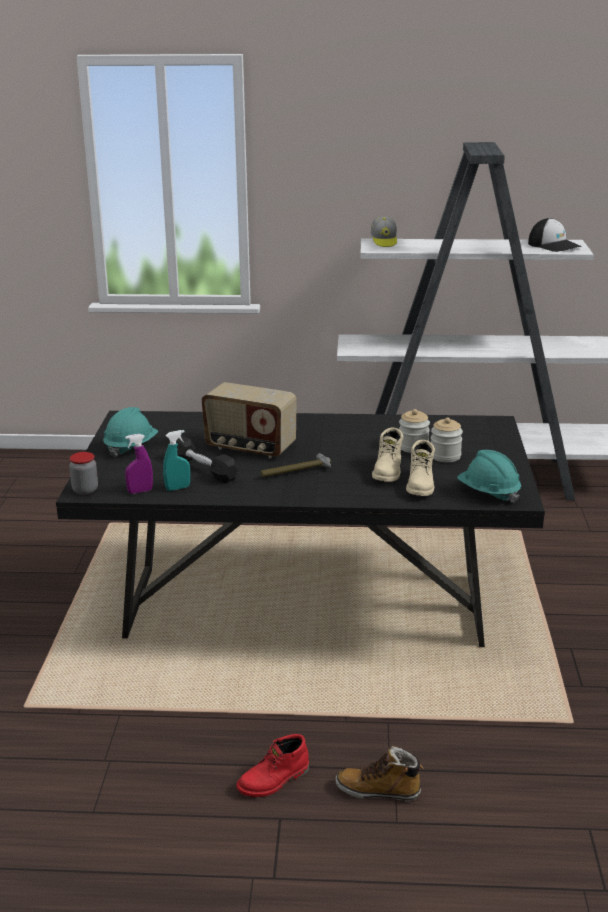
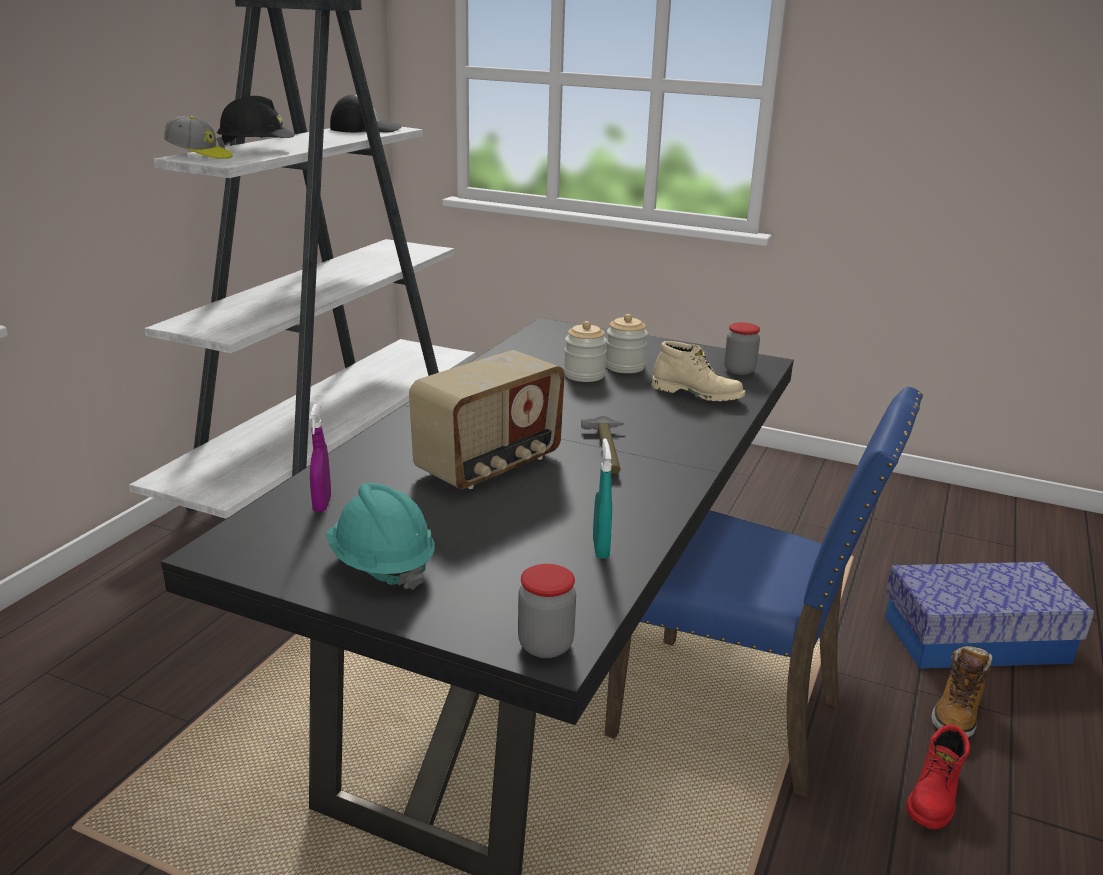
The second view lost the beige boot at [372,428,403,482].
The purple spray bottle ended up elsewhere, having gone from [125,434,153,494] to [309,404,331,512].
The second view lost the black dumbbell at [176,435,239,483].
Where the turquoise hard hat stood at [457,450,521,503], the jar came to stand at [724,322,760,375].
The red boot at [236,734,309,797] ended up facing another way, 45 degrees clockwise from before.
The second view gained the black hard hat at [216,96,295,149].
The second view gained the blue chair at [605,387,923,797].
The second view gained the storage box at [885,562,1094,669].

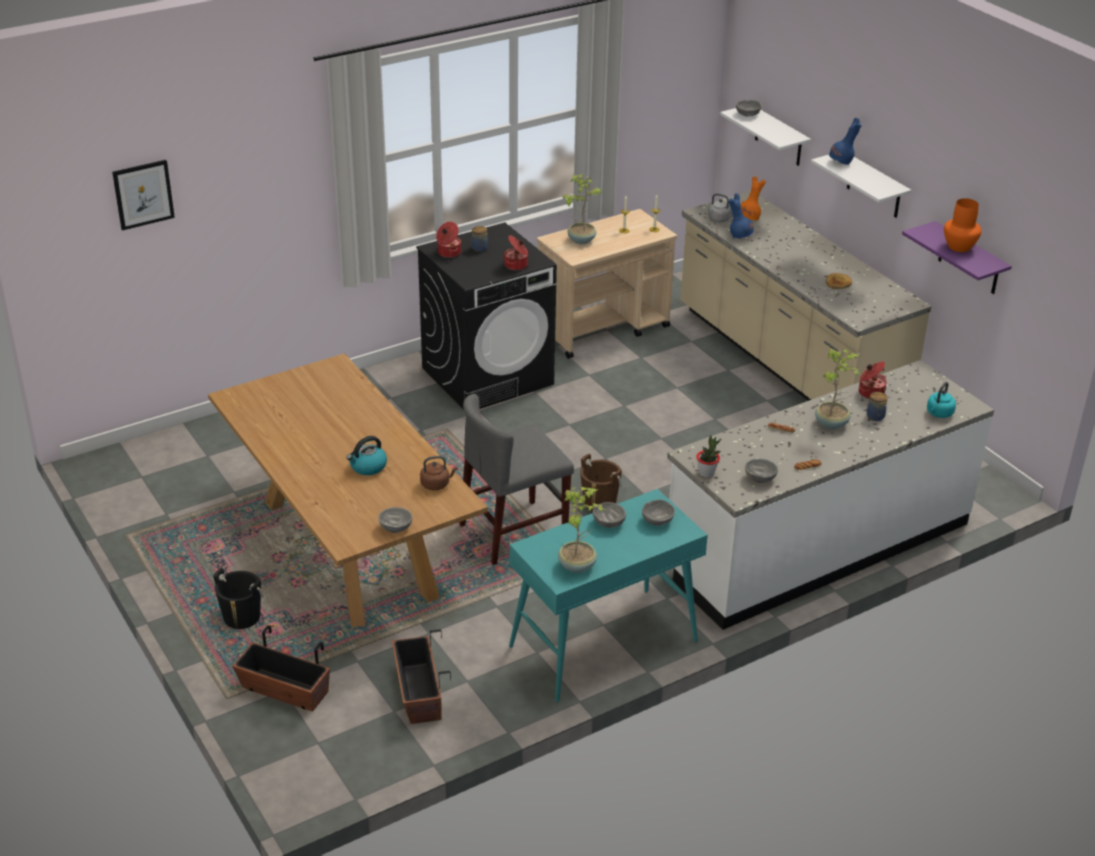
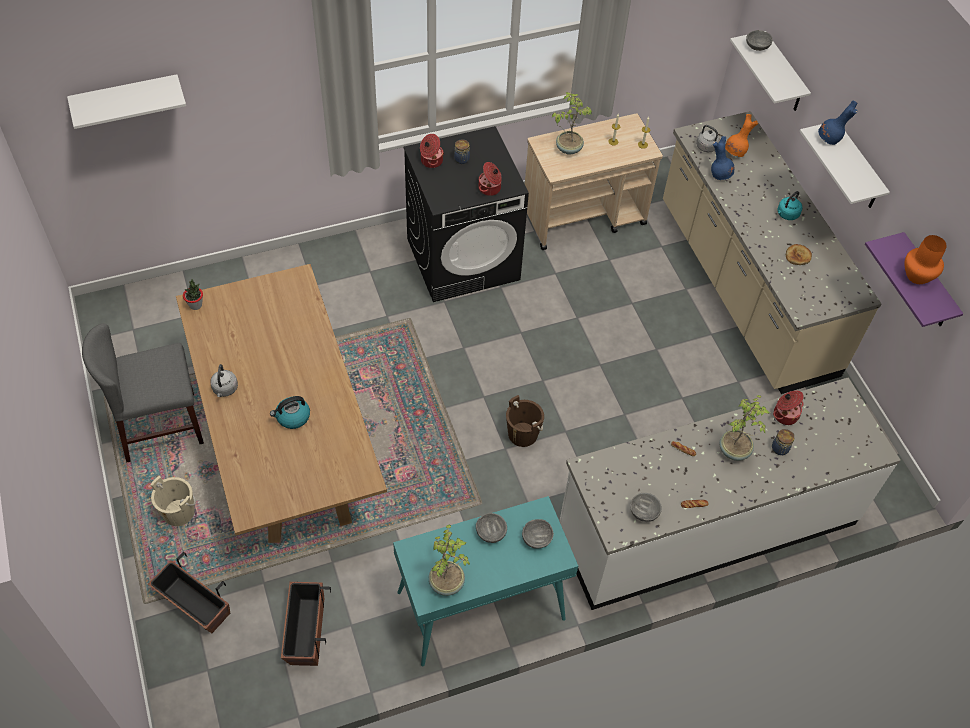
Where the picture hung at [112,160,175,230], the white shelf came to hang at [67,74,186,129].
The turquoise kettle ended up elsewhere, having gone from [927,382,956,418] to [777,191,802,220].
The grey chair ended up elsewhere, having gone from [460,394,574,565] to [82,323,204,463].
The potted plant ended up elsewhere, having gone from [696,435,721,478] to [183,279,203,310].
The second view lost the brown kettle at [420,456,458,490].
The second view lost the grey bowl at [379,507,412,533].
What was the black bucket at [213,568,264,629] turned into the beige bucket at [151,476,196,526].
The second view gained the grey kettle at [210,364,238,397].

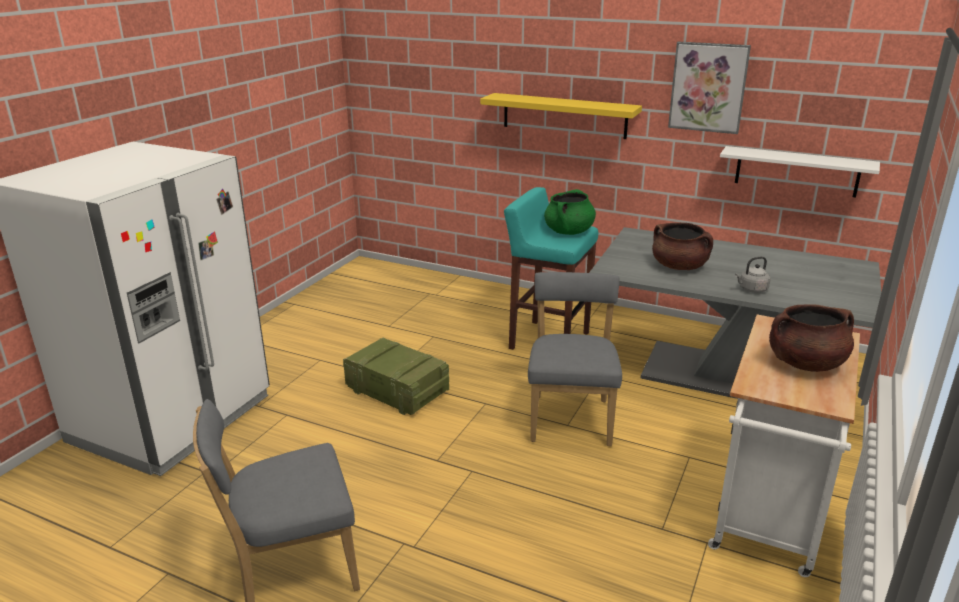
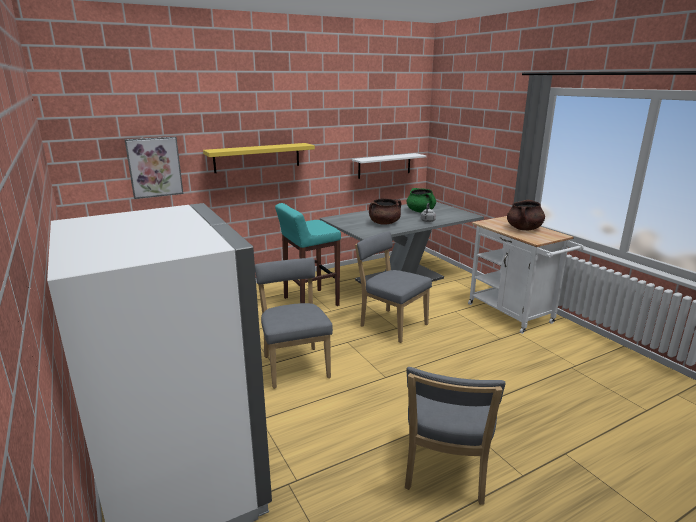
The picture ended up elsewhere, having gone from [668,41,751,134] to [125,137,183,199].
The green cooking pot ended up elsewhere, having gone from [544,189,596,235] to [407,188,436,213].
Where the crate stood at [343,338,449,415], the grey chair came to stand at [255,258,333,389].

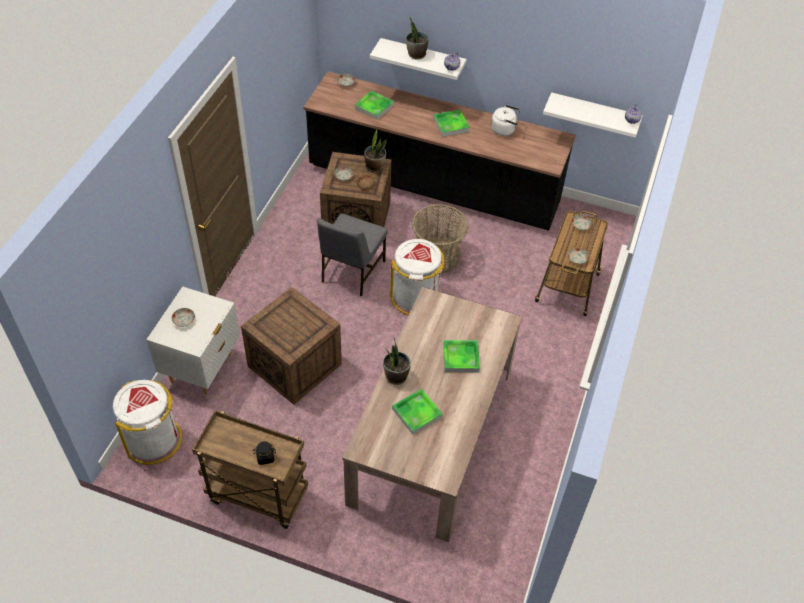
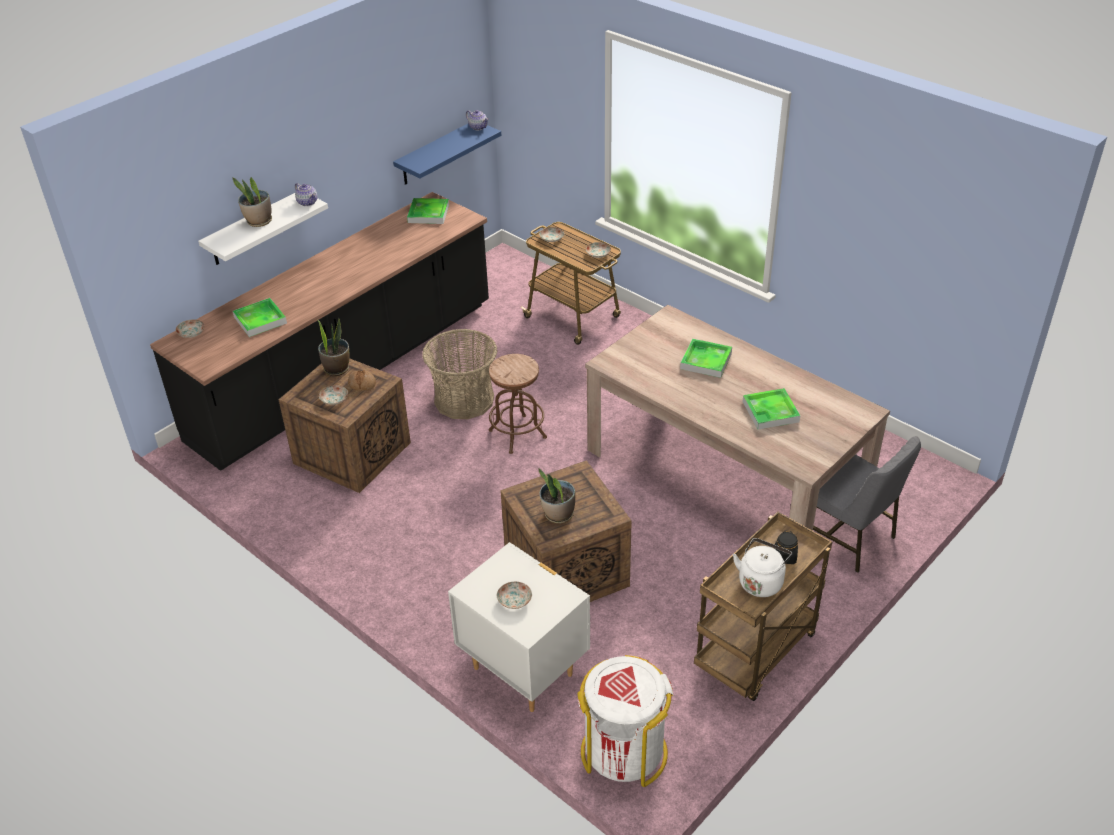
What was the white shelf at [543,92,643,138] turned into the blue shelf at [393,124,501,185].
The white kettle ended up elsewhere, having gone from [491,105,520,136] to [733,538,792,597].
The tray ended up elsewhere, having gone from [433,110,470,137] to [407,198,449,224].
The grey chair ended up elsewhere, having gone from [317,213,387,296] to [813,436,921,573].
Where the white trash can stood at [390,239,444,315], the brown stool came to stand at [489,354,547,454].
The potted plant ended up elsewhere, having gone from [383,338,411,385] to [538,469,575,524].

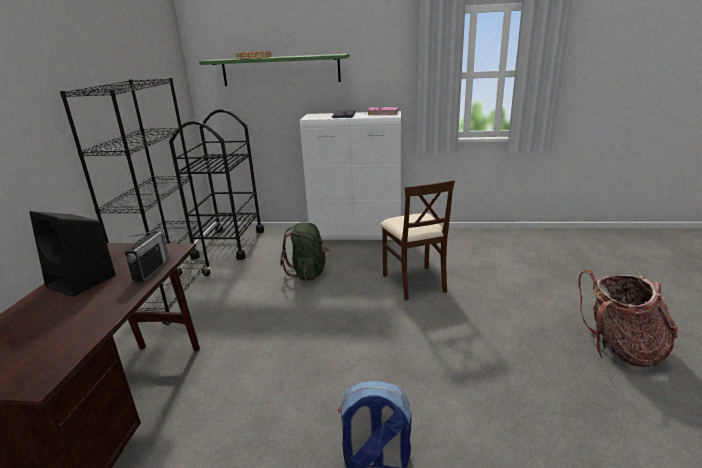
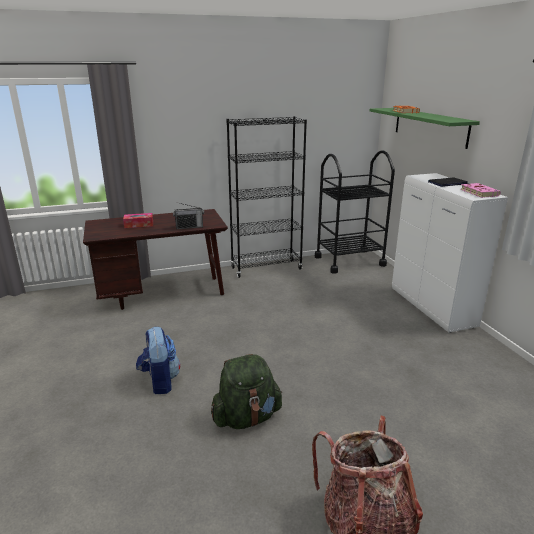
The second view lost the beige chair at [380,180,455,301].
The second view lost the black speaker at [29,211,116,297].
The green backpack ended up elsewhere, having gone from [280,222,329,281] to [211,354,282,429].
The second view gained the tissue box at [123,213,153,228].

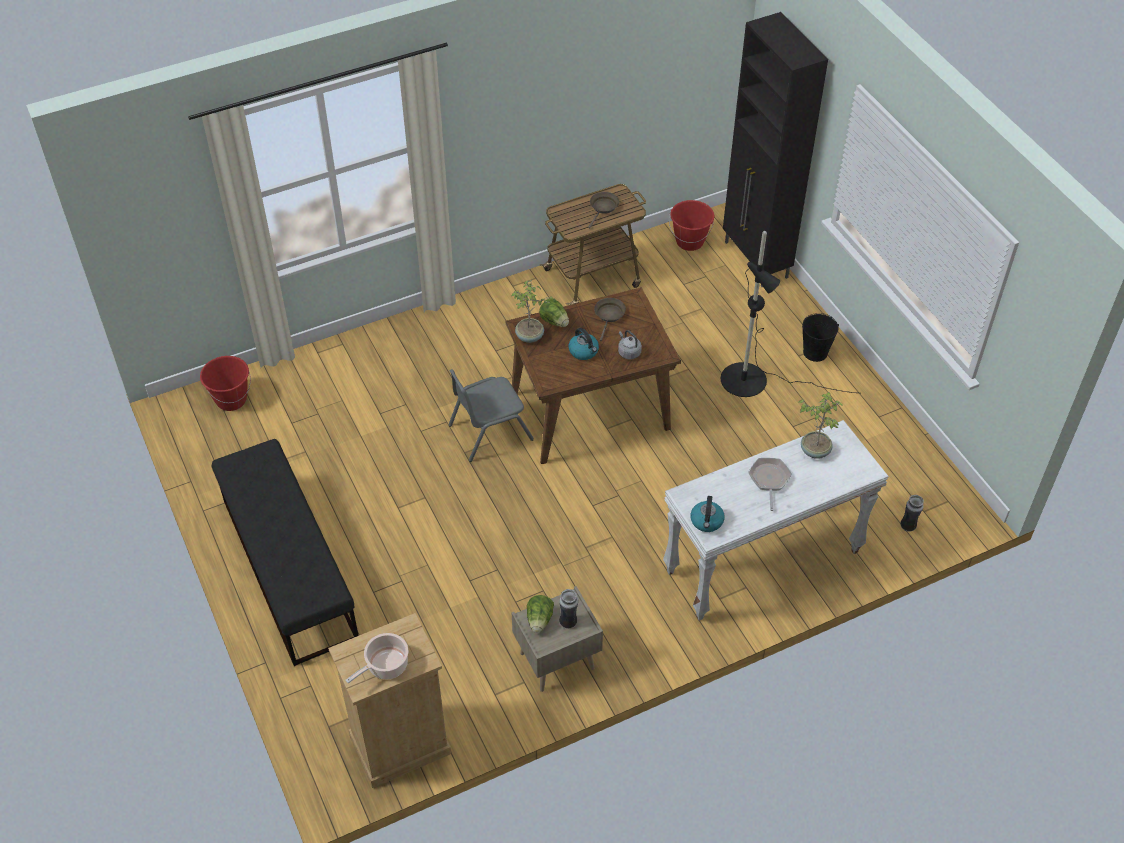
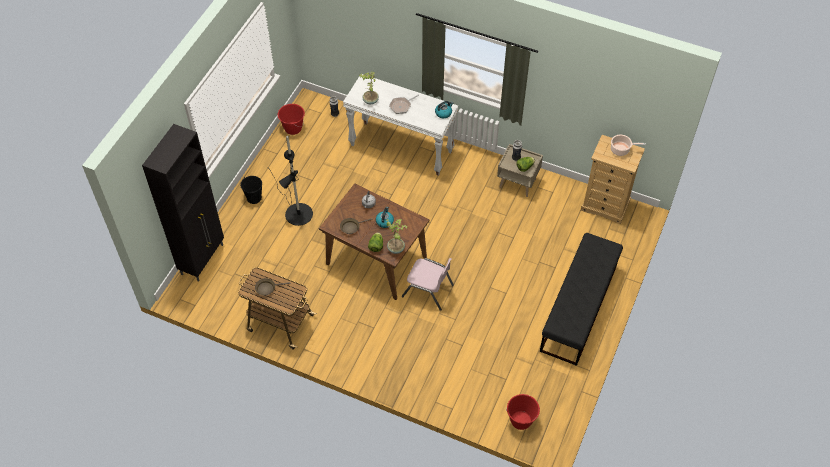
The red bucket ended up elsewhere, having gone from [669,200,714,251] to [278,104,305,135].
What was the grey chair at [448,369,534,462] turned into the pink chair at [402,258,454,311].

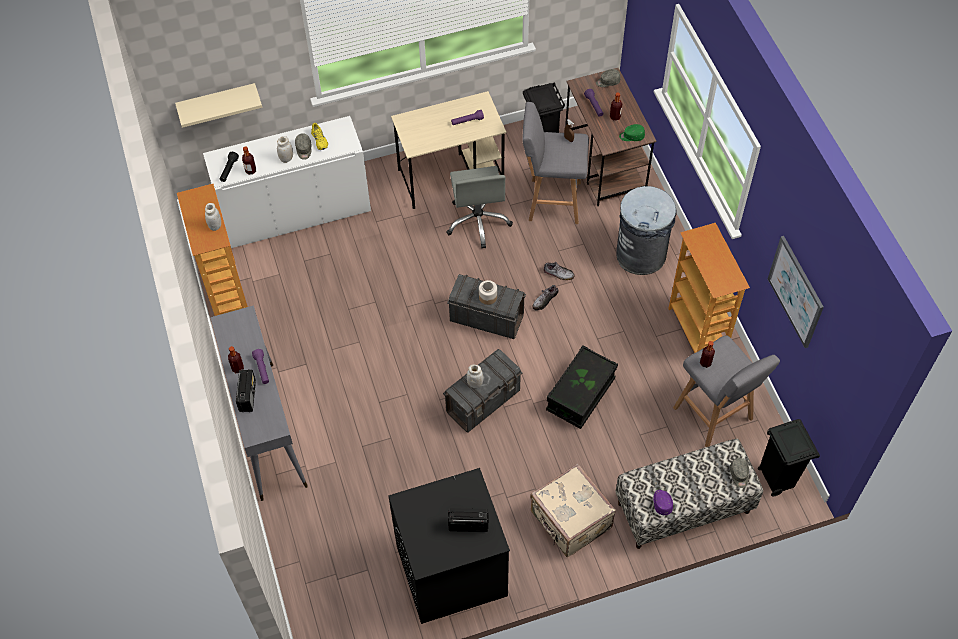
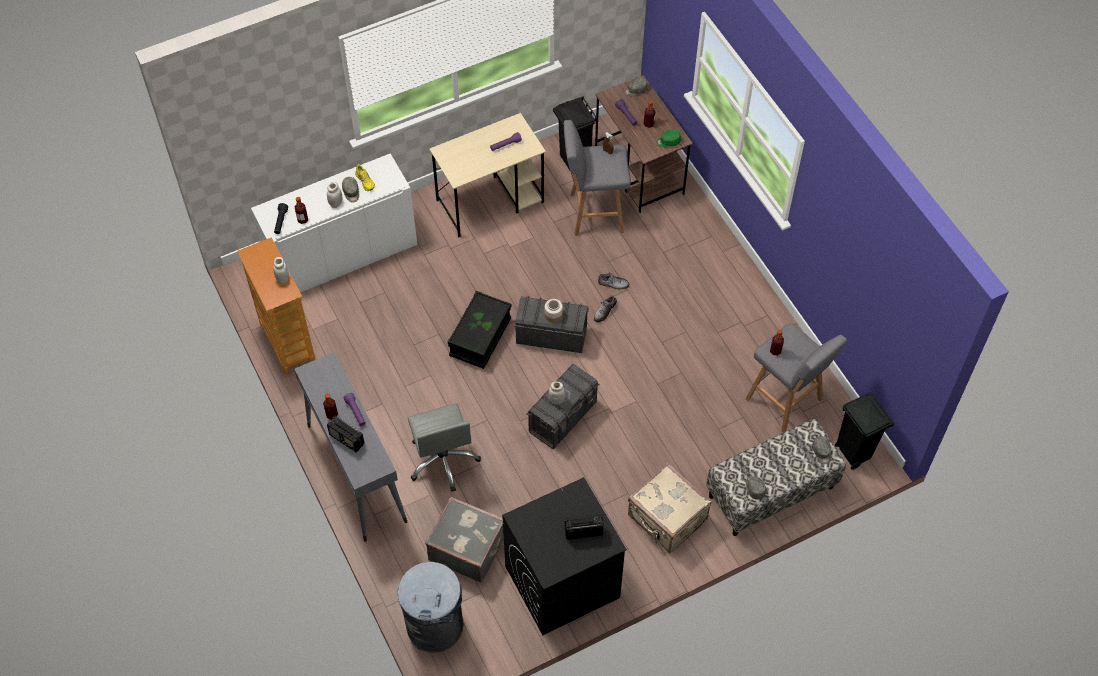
The second view lost the beige shelf at [175,83,262,128].
The grey office chair ended up elsewhere, having gone from [446,166,513,249] to [408,403,481,492].
The grey trash can ended up elsewhere, having gone from [616,186,676,275] to [398,562,463,653].
The second view lost the bookcase at [668,223,750,353].
The second view lost the picture at [768,236,824,348].
The black storage box ended up elsewhere, having gone from [546,345,618,429] to [448,291,511,369].
The radio at [236,369,256,412] ended up facing another way, 135 degrees clockwise from before.
What was the purple cap at [653,490,673,515] turned into the grey cap at [746,476,766,500].
The second view gained the grey suitcase at [426,497,504,583].

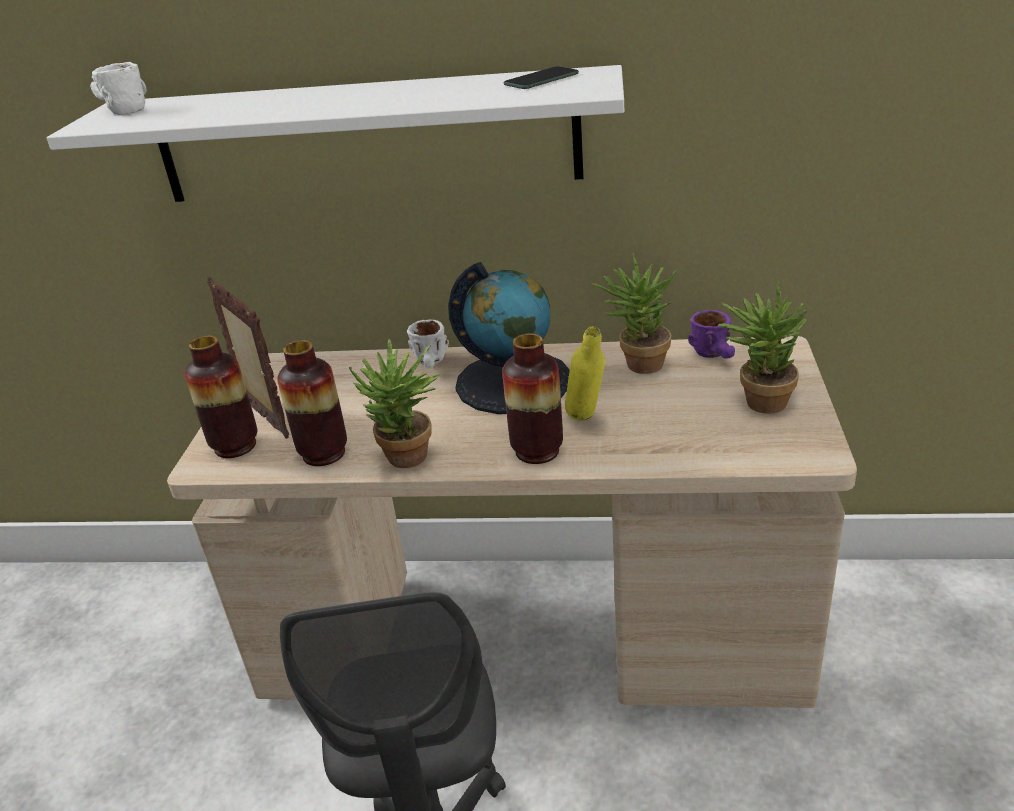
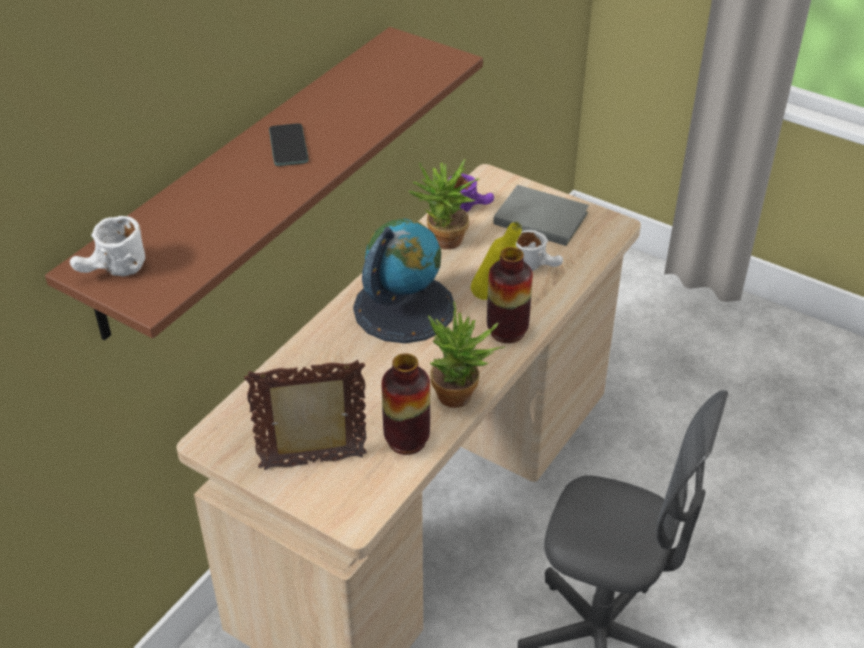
What was the white shelf at [46,65,624,202] turned into the brown shelf at [45,27,483,340].
The phone ended up elsewhere, having gone from [504,66,579,89] to [269,123,309,166].
Where the potted plant stood at [718,280,808,414], the grey book came to stand at [493,185,589,246].
The white mug ended up elsewhere, having gone from [407,320,449,368] to [516,230,563,271].
The second view lost the vase at [185,336,258,458].

